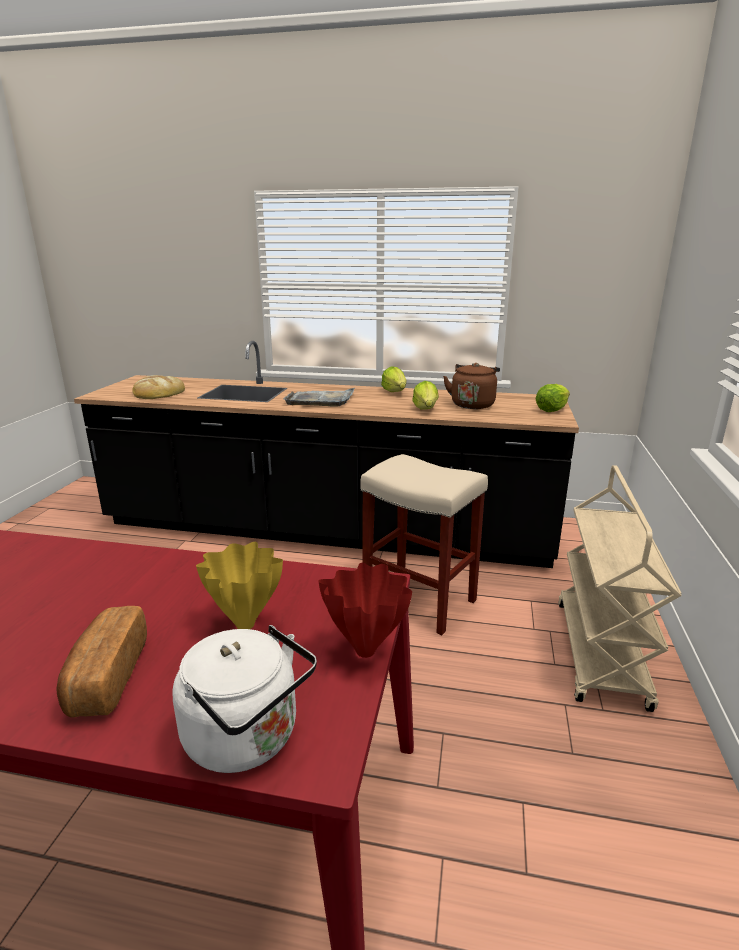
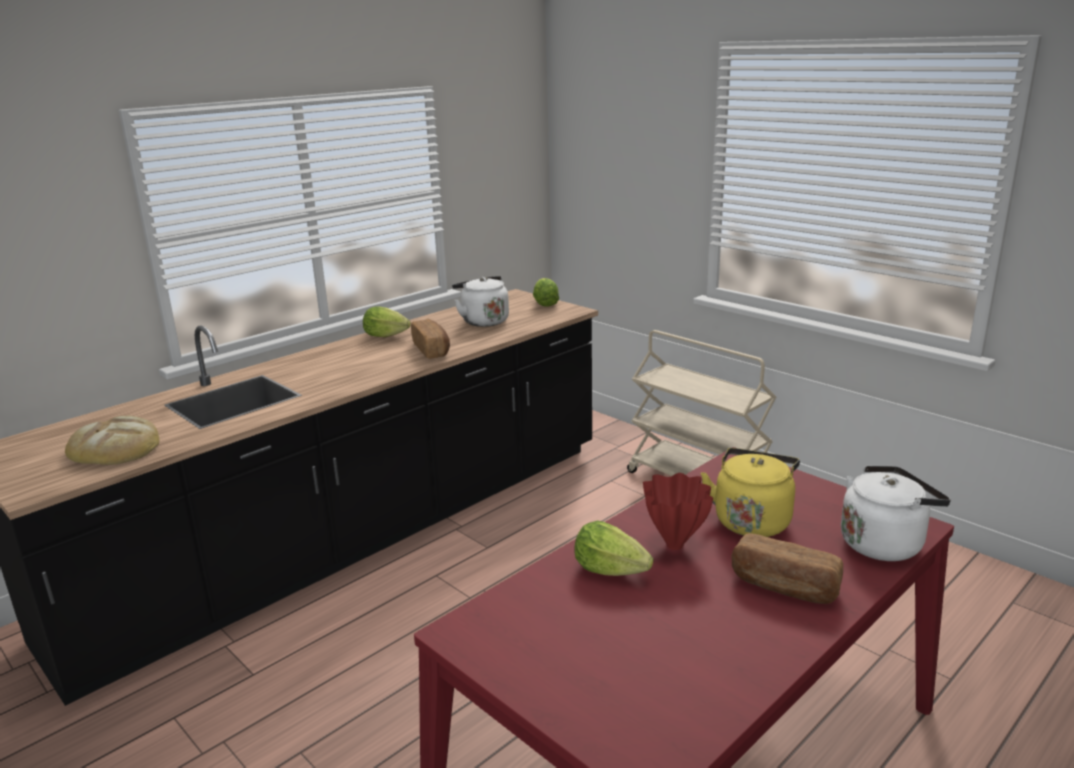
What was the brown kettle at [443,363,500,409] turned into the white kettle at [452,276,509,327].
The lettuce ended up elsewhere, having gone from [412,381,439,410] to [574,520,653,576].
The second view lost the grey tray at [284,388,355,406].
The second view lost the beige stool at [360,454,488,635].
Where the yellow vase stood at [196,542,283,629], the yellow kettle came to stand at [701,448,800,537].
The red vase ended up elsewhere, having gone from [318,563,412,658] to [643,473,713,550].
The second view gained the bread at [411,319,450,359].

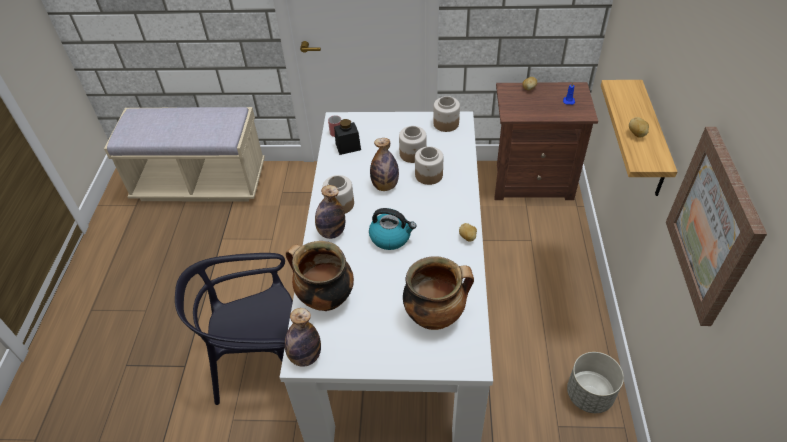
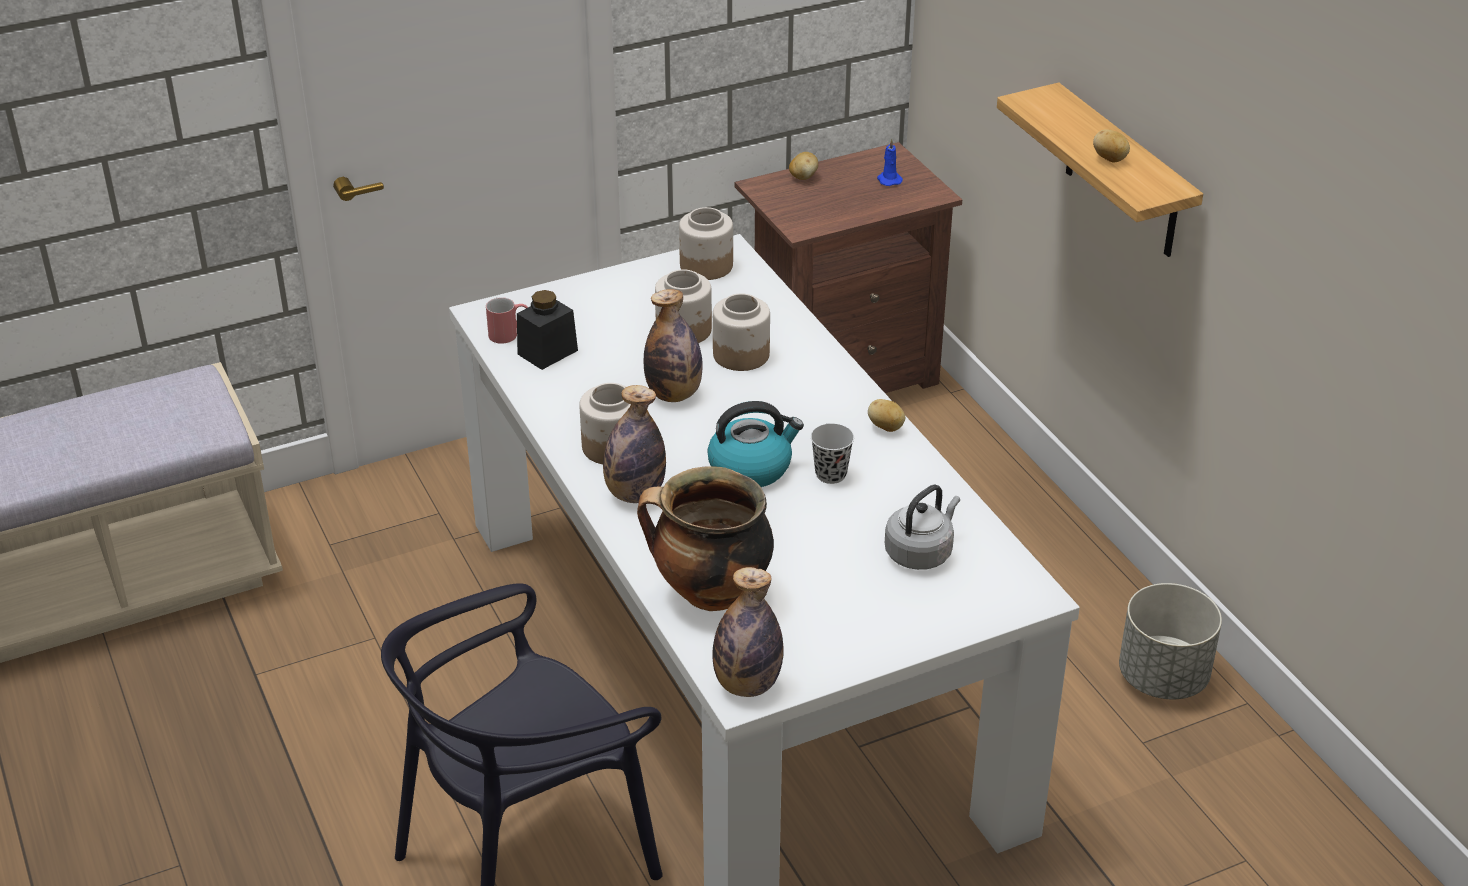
The second view lost the picture at [666,127,767,326].
Where the cooking pot stood at [403,256,474,330], the grey kettle came to stand at [885,484,960,570].
The second view gained the black cup at [811,423,854,484].

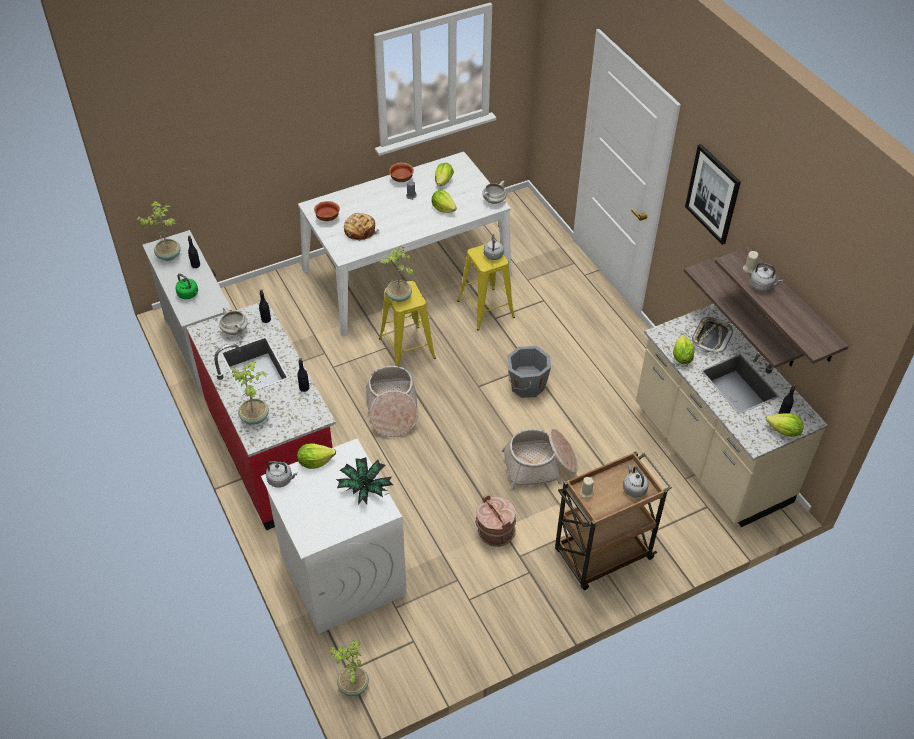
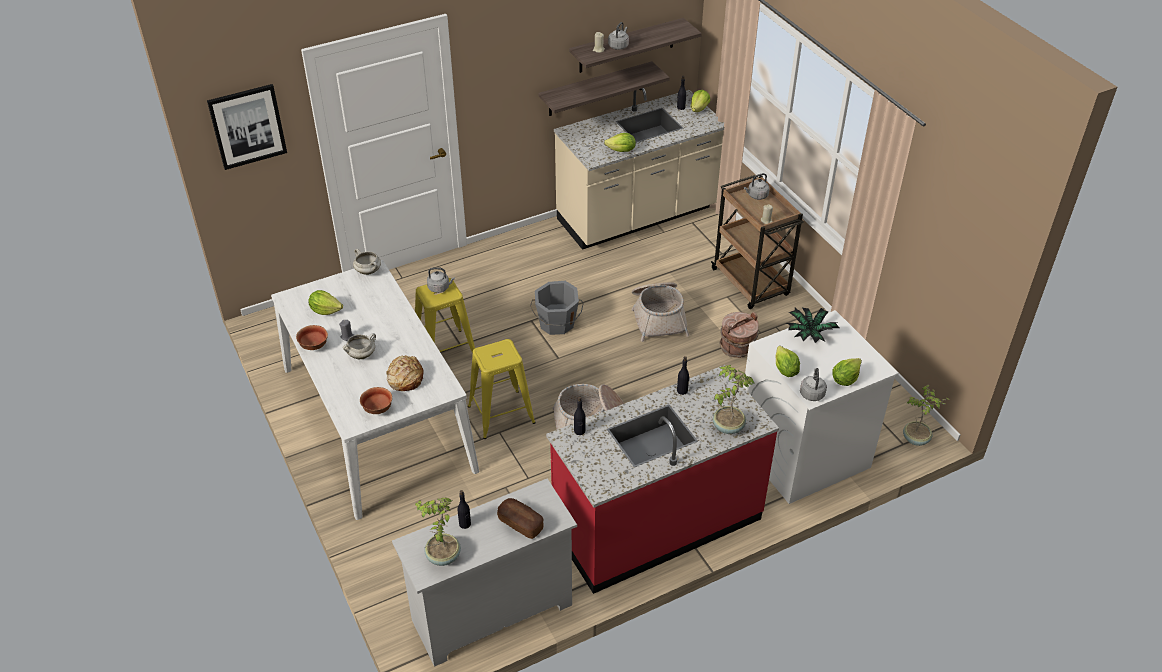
The picture ended up elsewhere, having gone from [685,144,741,245] to [207,84,287,170].
The lettuce ended up elsewhere, having gone from [432,190,457,213] to [832,358,862,386].
The second view lost the potted plant at [380,245,413,302].
Where the green kettle stood at [176,274,198,299], the bread came to stand at [497,498,544,539].
The white cooking pot ended up elsewhere, having gone from [219,307,248,335] to [343,333,376,359].
The second view lost the tray at [692,317,733,353].

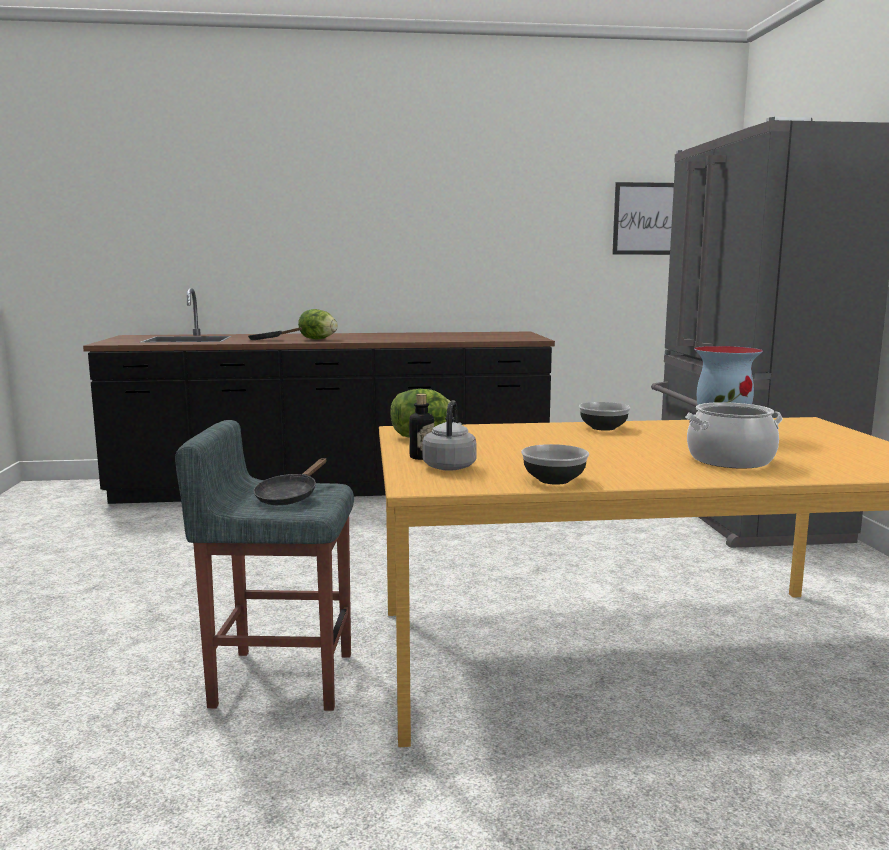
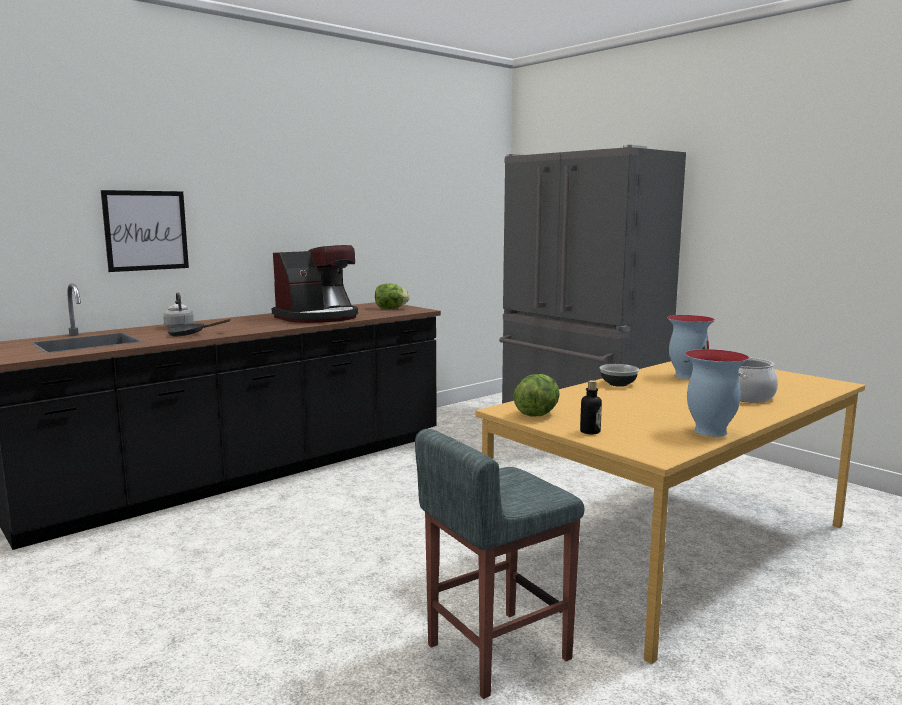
The picture ended up elsewhere, having gone from [612,182,674,255] to [101,190,189,272].
The lettuce ended up elsewhere, having gone from [298,309,338,339] to [375,283,410,309].
The grey kettle ended up elsewhere, having gone from [422,400,477,471] to [163,292,194,328].
Where the bowl stood at [521,444,589,485], the vase came to stand at [685,349,749,437].
The second view lost the black frying pan at [253,458,326,505].
The second view gained the coffee machine at [272,245,358,323].

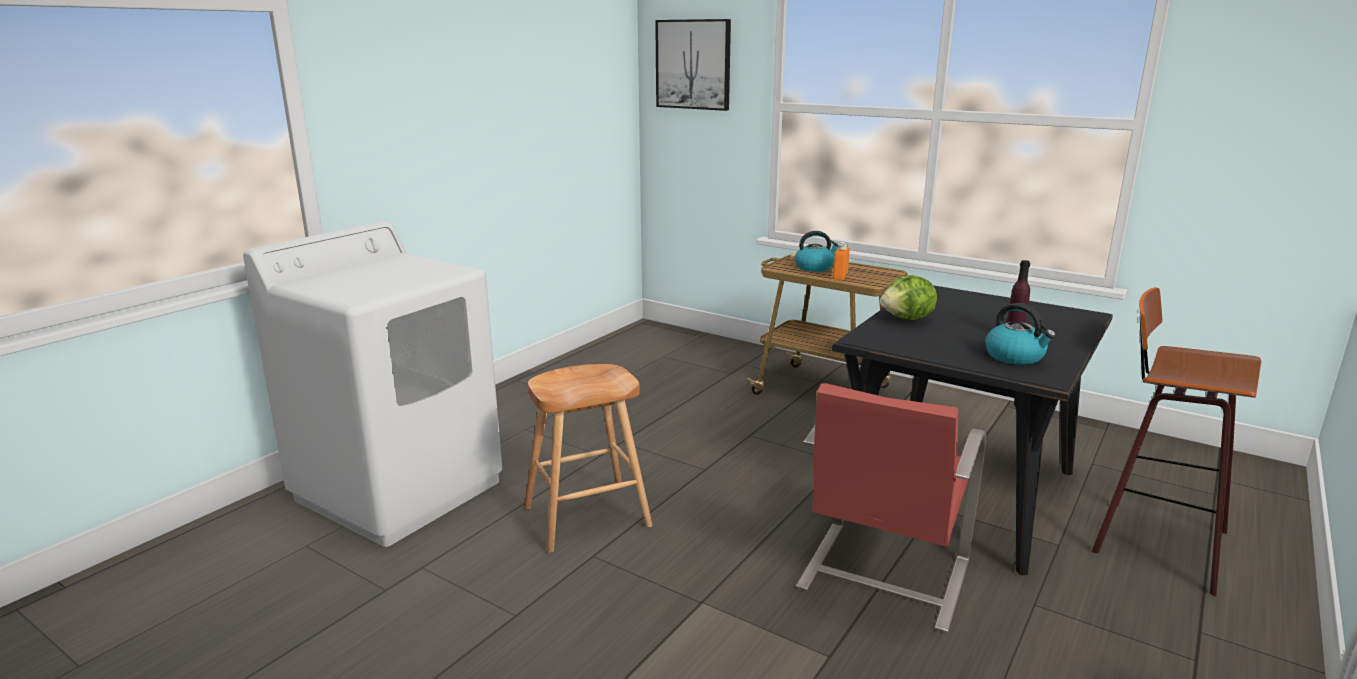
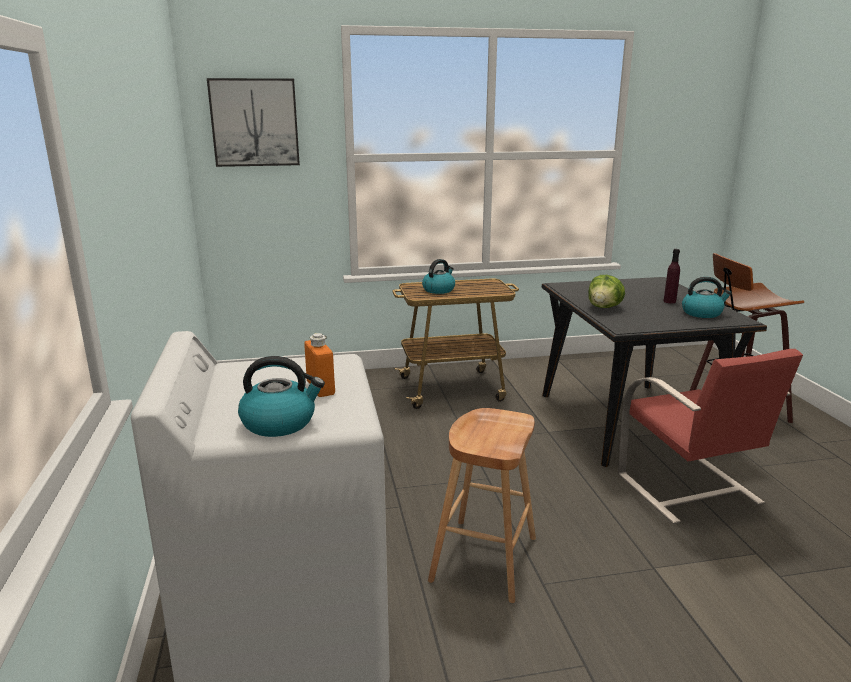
The orange bottle ended up elsewhere, having gone from [833,242,850,280] to [304,333,335,397].
The second view gained the kettle at [238,356,325,437].

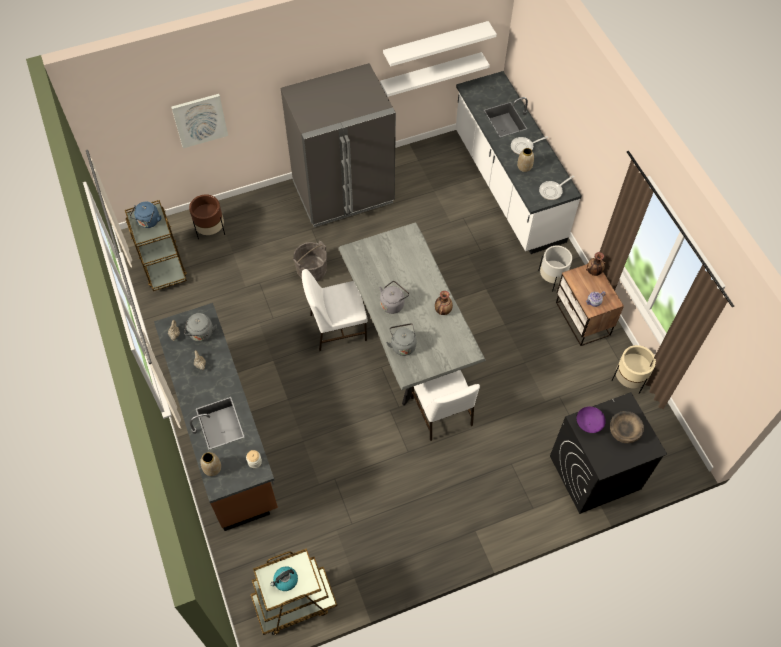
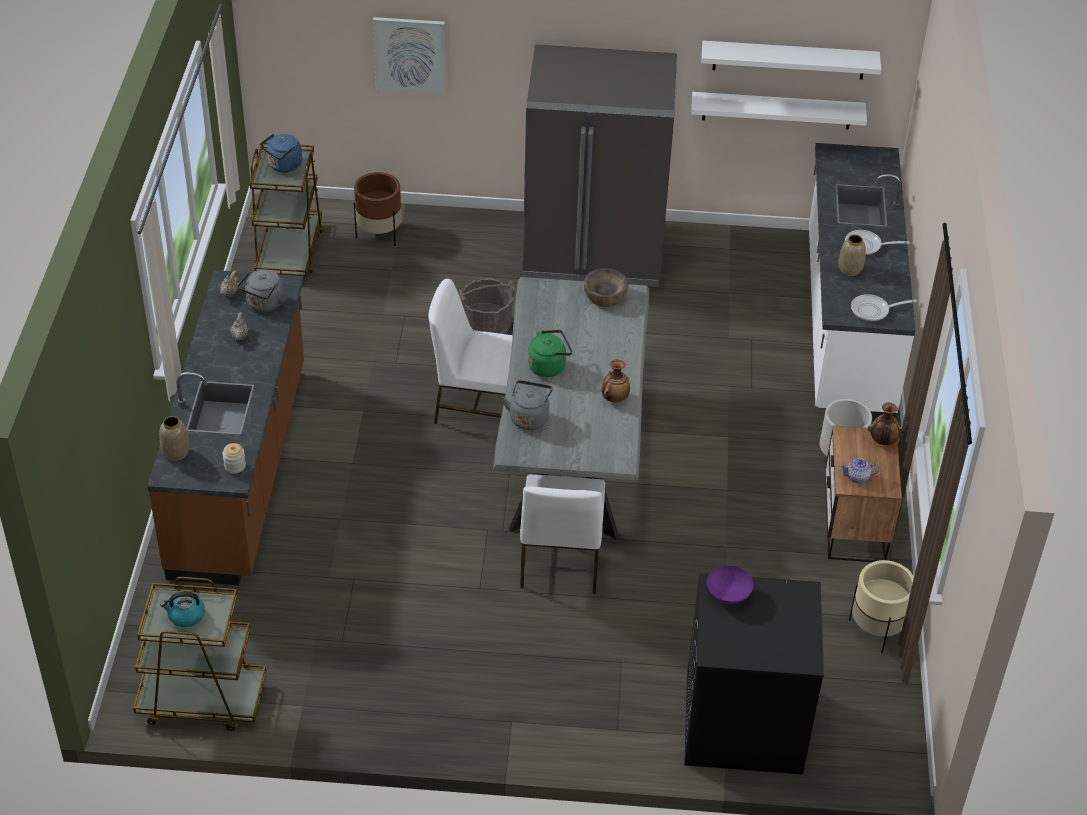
What was the grey kettle at [379,281,409,314] turned into the green kettle at [528,330,572,377].
The brown bowl ended up elsewhere, having gone from [610,411,644,444] to [584,268,628,307].

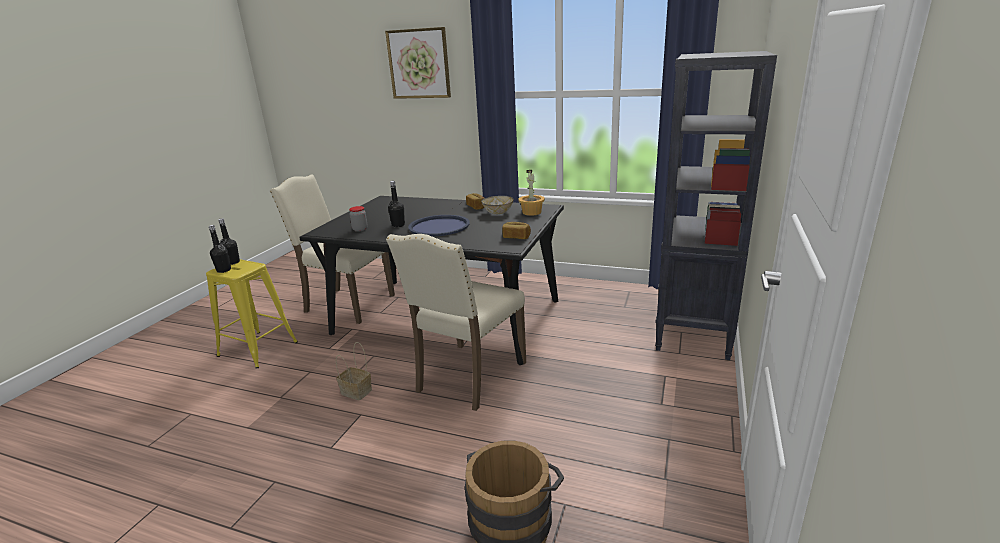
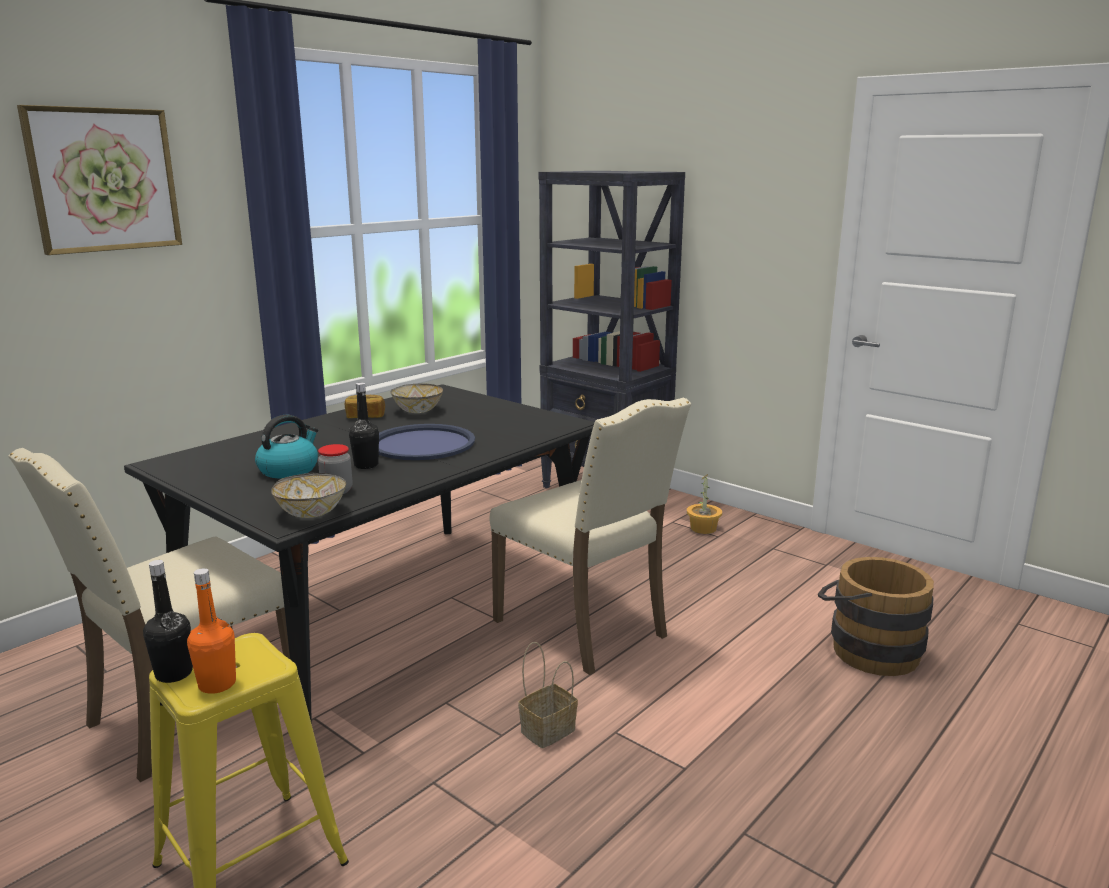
The potted plant ended up elsewhere, having gone from [518,170,545,216] to [687,473,722,534].
The second view lost the bread at [502,222,531,239].
What was the black bottle at [209,225,231,273] turned into the orange bottle at [187,568,236,694].
The second view gained the kettle at [255,415,318,478].
The second view gained the bowl at [271,473,347,518].

